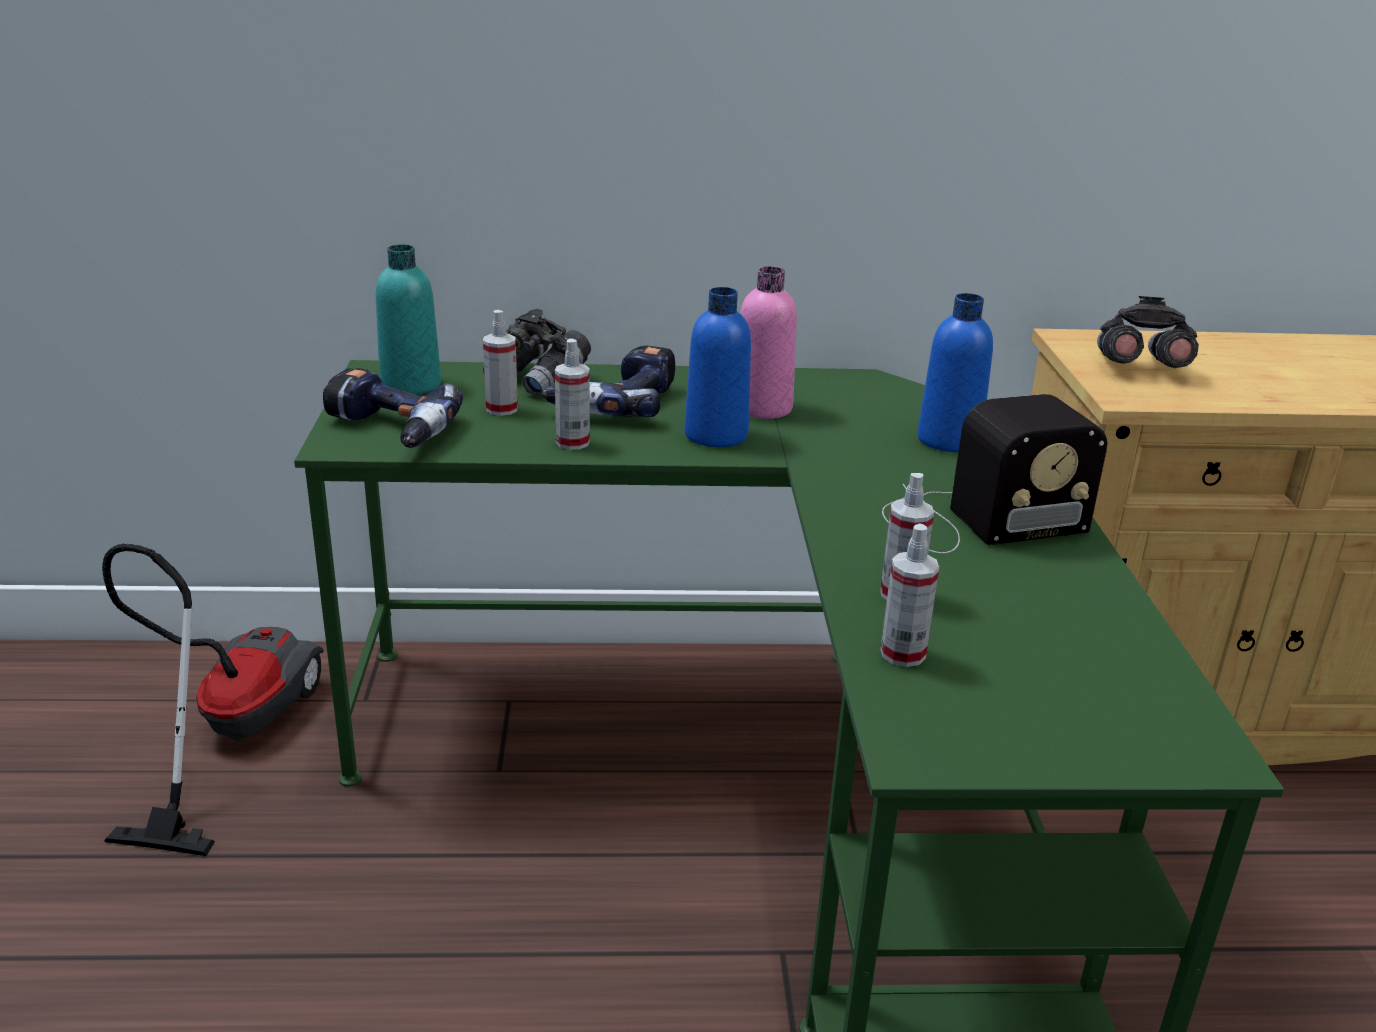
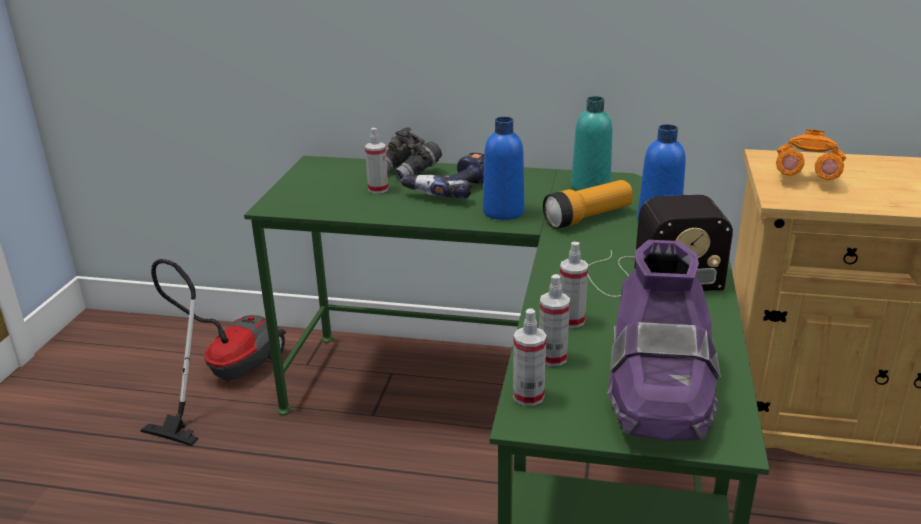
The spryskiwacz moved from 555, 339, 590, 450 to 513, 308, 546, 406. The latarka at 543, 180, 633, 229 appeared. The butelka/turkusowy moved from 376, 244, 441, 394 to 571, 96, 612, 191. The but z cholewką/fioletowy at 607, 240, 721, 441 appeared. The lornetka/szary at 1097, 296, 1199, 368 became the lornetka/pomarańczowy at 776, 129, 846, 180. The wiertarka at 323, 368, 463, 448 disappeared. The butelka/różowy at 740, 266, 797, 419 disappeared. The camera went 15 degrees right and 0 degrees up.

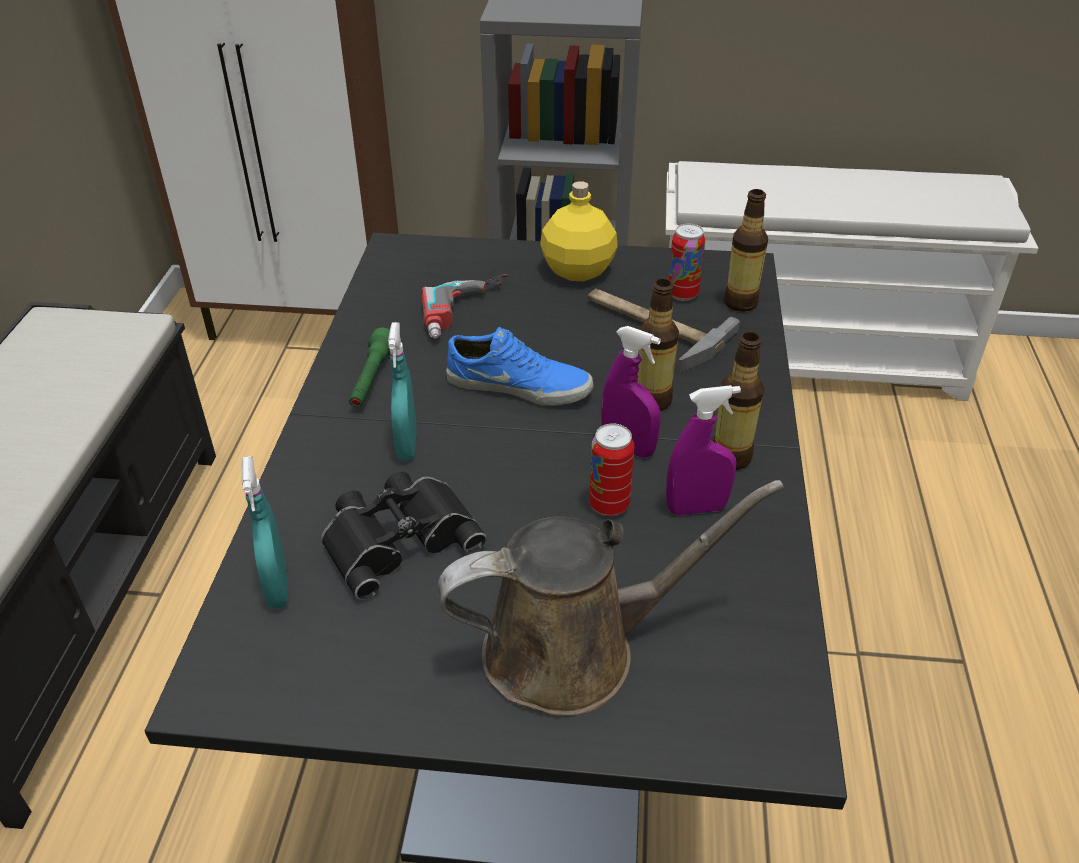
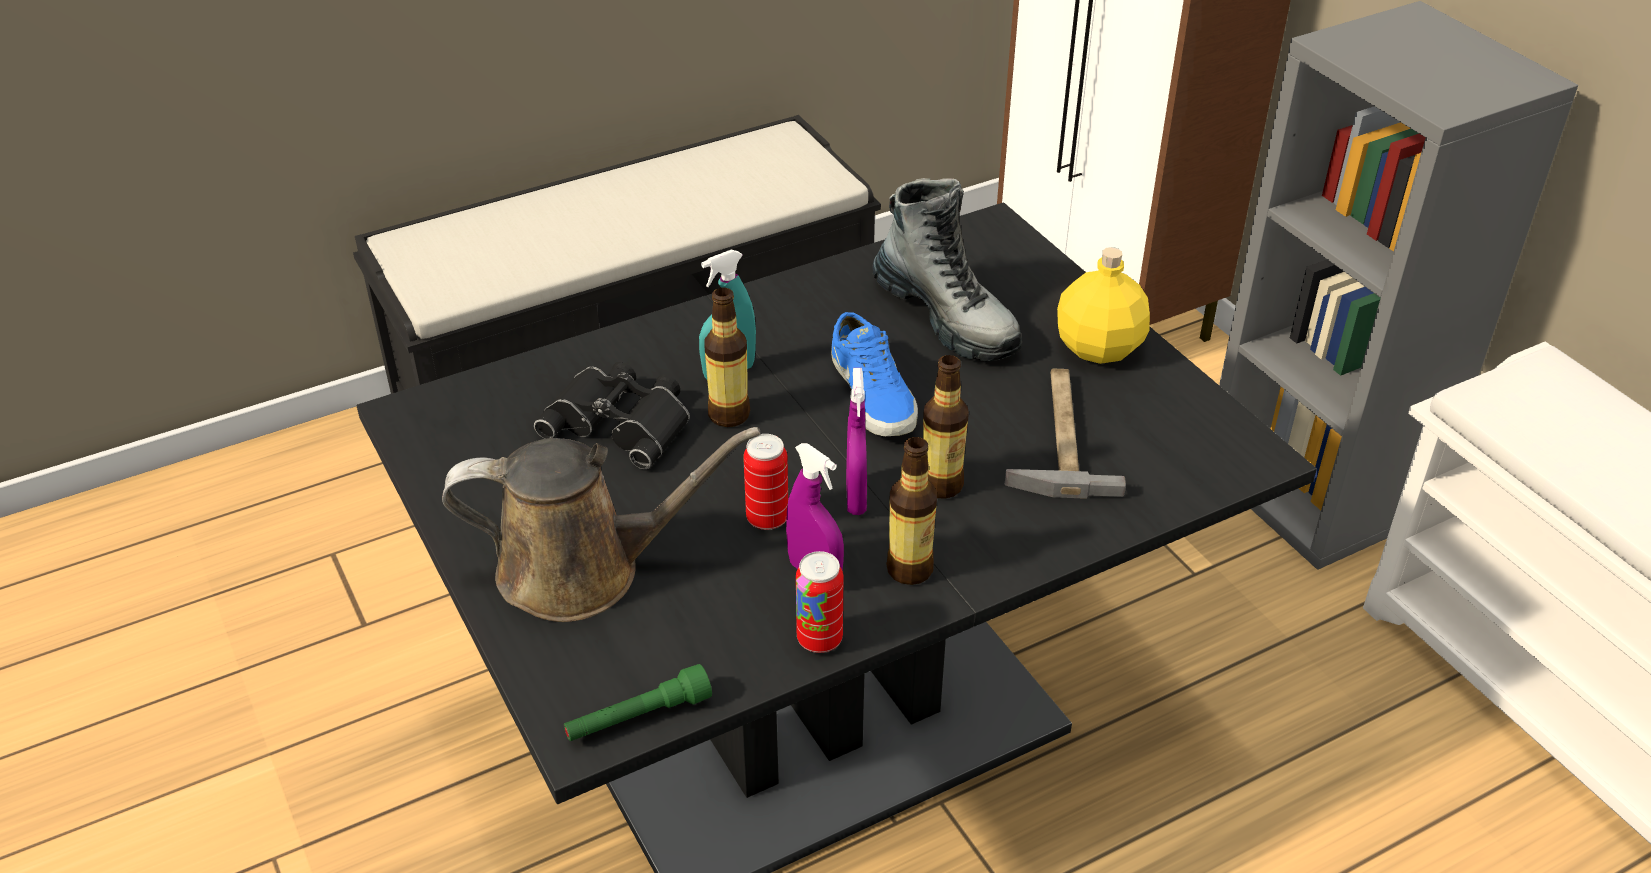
The konewka/brązowy at 438, 480, 784, 716 turned 45 degrees counterclockwise. The latarka/zielony moved from 349, 328, 390, 408 to 564, 664, 712, 741. The butelka moved from 724, 189, 768, 312 to 704, 287, 750, 427. The puszka moved from 668, 223, 705, 301 to 796, 551, 843, 653. The wiertarka at 421, 274, 509, 339 was replaced by the but z cholewką at 873, 178, 1022, 361. The spryskiwacz/turkusowy at 242, 456, 288, 609 disappeared. The camera went 55 degrees right and 0 degrees up.

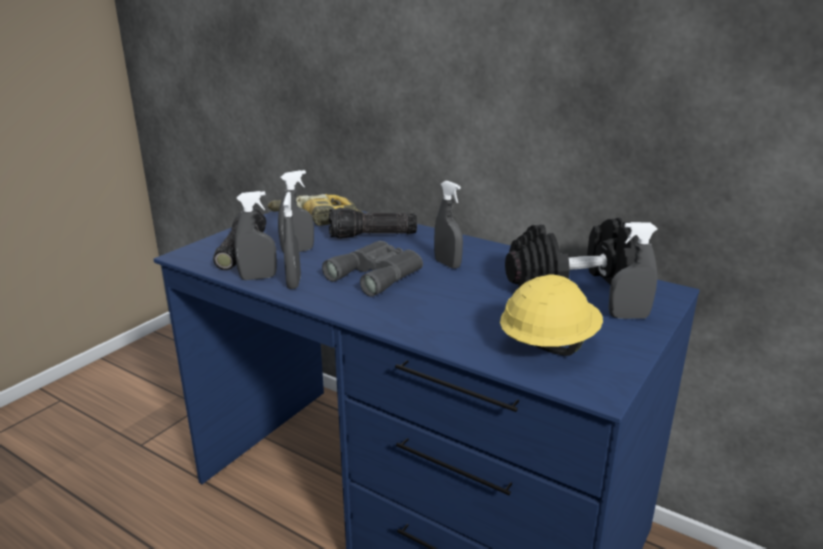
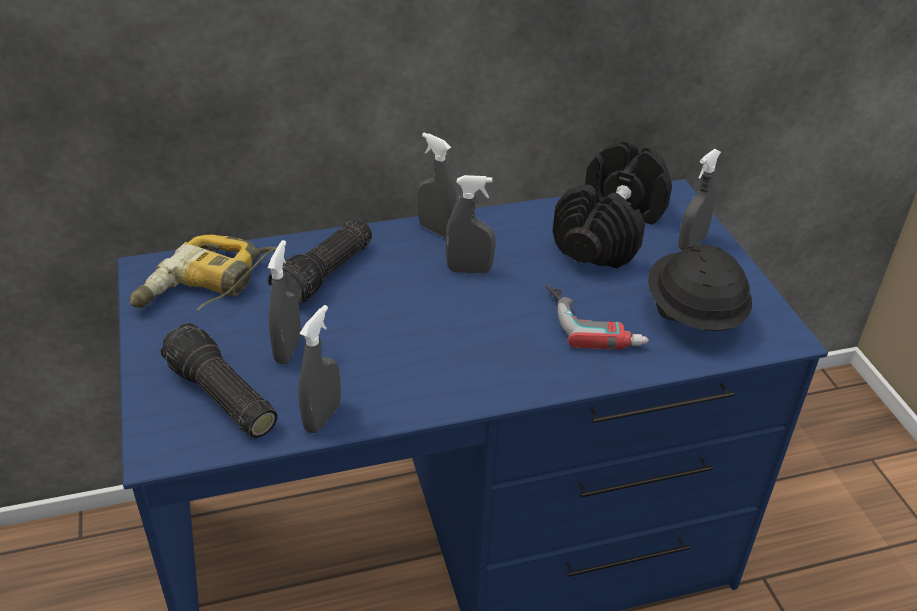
The spryskiwacz/szary moved from 283, 192, 301, 289 to 417, 132, 457, 237. The wiertarka at 546, 283, 649, 350 appeared. The kask/żółty at 500, 274, 603, 356 became the kask/czarny at 648, 244, 752, 331. The lornetka/szary at 322, 241, 423, 297 disappeared. The camera went 50 degrees left and 15 degrees up.

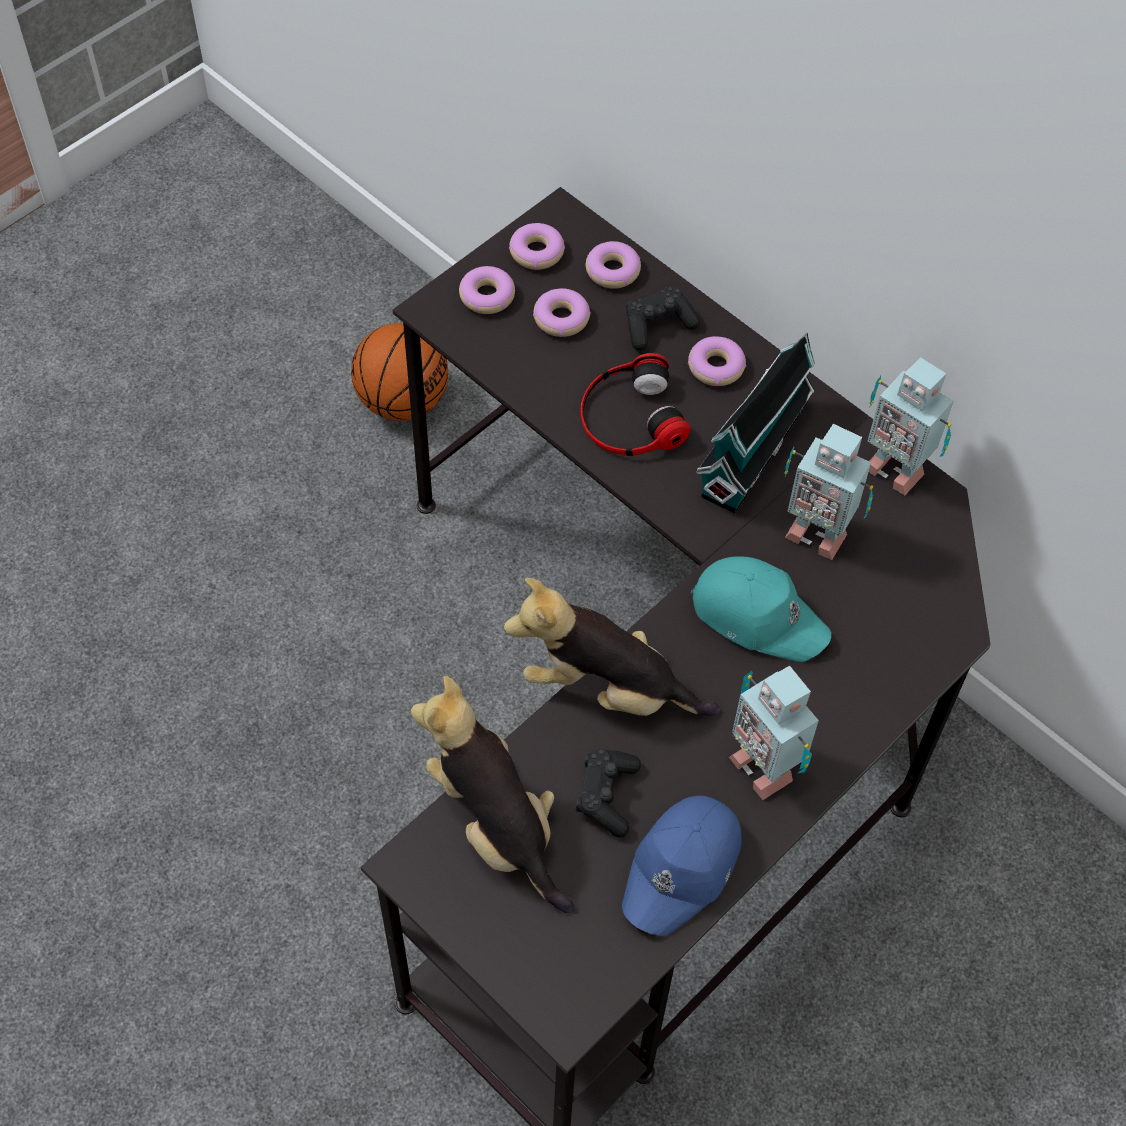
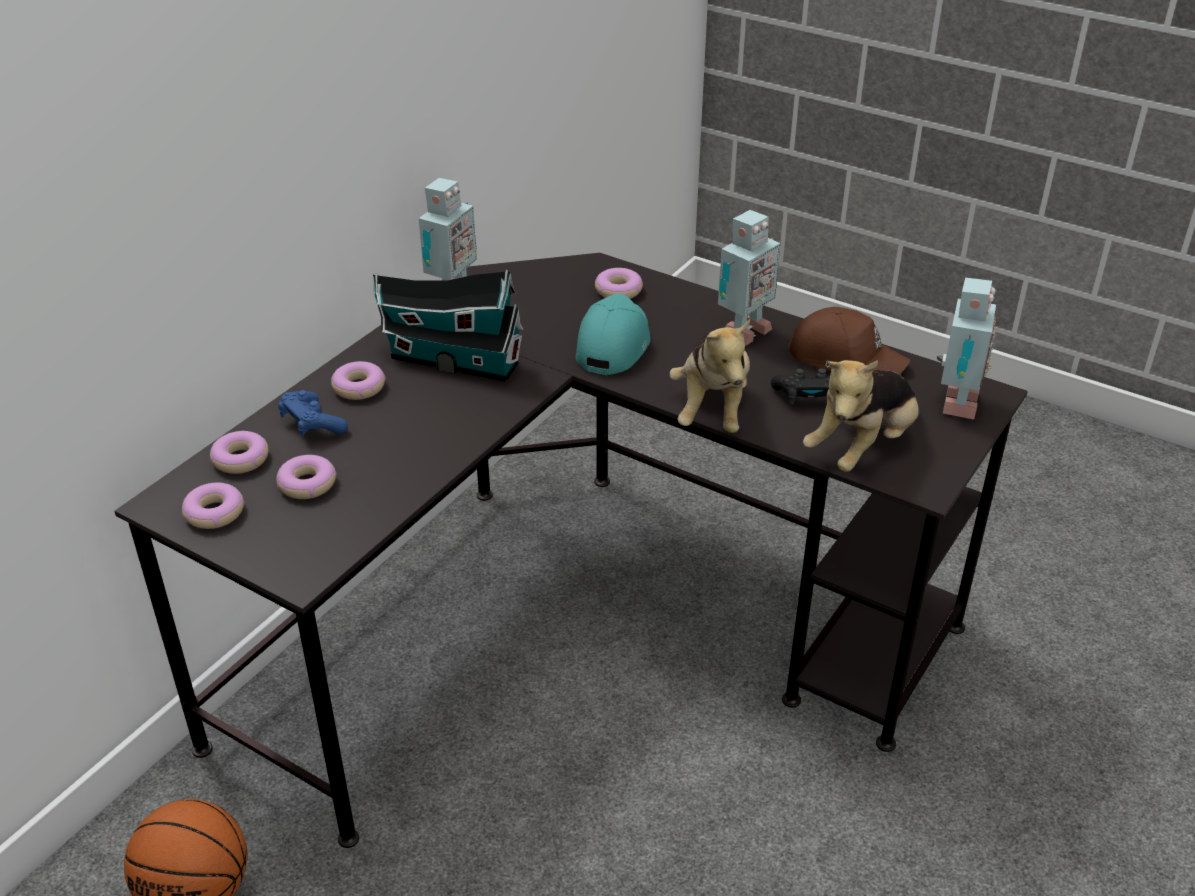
The pad do gier/czarny at 626, 287, 700, 351 became the pad do gier/niebieski at 278, 390, 348, 437. The donut moved from 459, 266, 515, 314 to 595, 268, 643, 299. The czapka z daszkiem/niebieski at 622, 796, 741, 935 became the czapka z daszkiem/brązowy at 788, 307, 910, 374. The robot zabawkowy moved from 784, 424, 873, 560 to 937, 278, 997, 419. The słuchawki at 580, 353, 690, 456 disappeared. The camera went 100 degrees left and 20 degrees down.

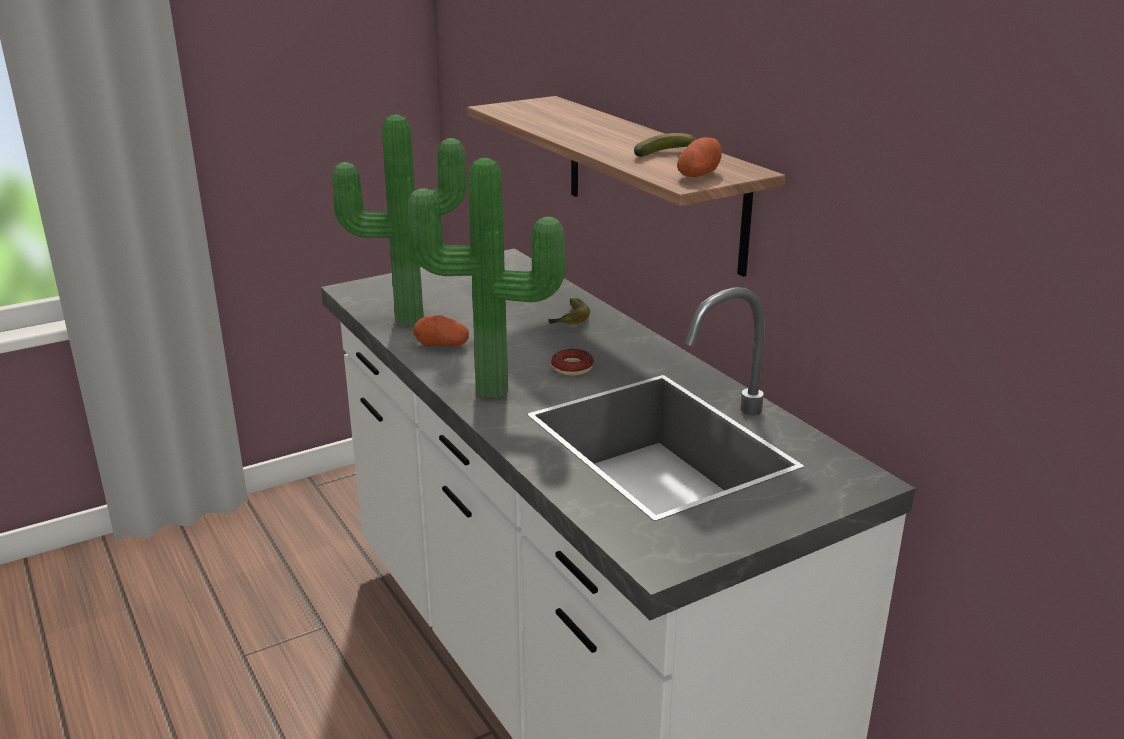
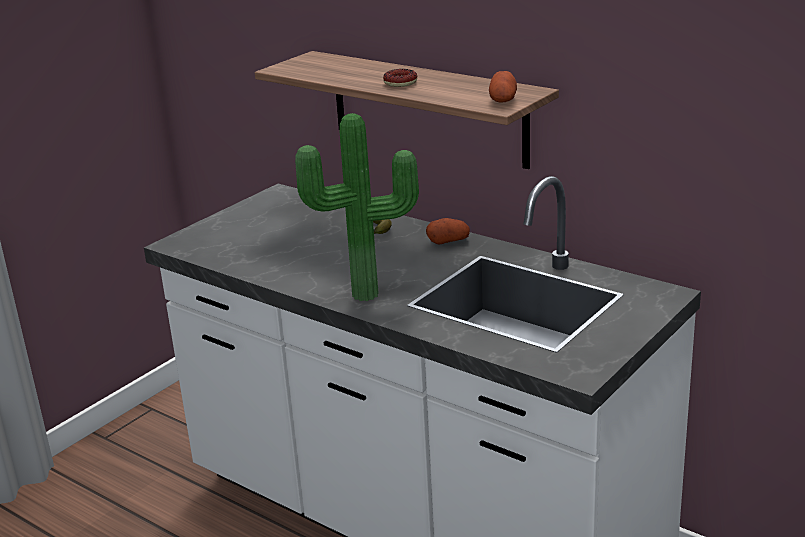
The donut moved from 551, 349, 594, 376 to 383, 69, 417, 87. The ziemniak moved from 413, 315, 469, 346 to 426, 218, 470, 245. The roślina doniczkowa at 332, 115, 467, 326 disappeared. The banan at 634, 133, 696, 157 disappeared. The camera went 20 degrees left and 0 degrees up.

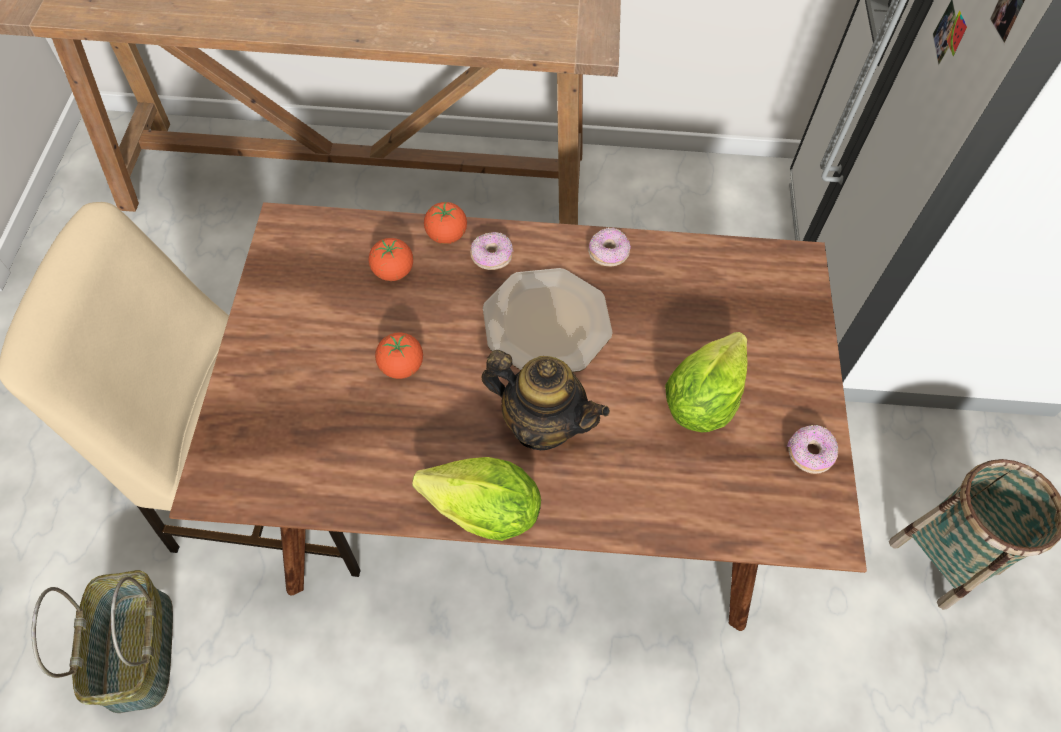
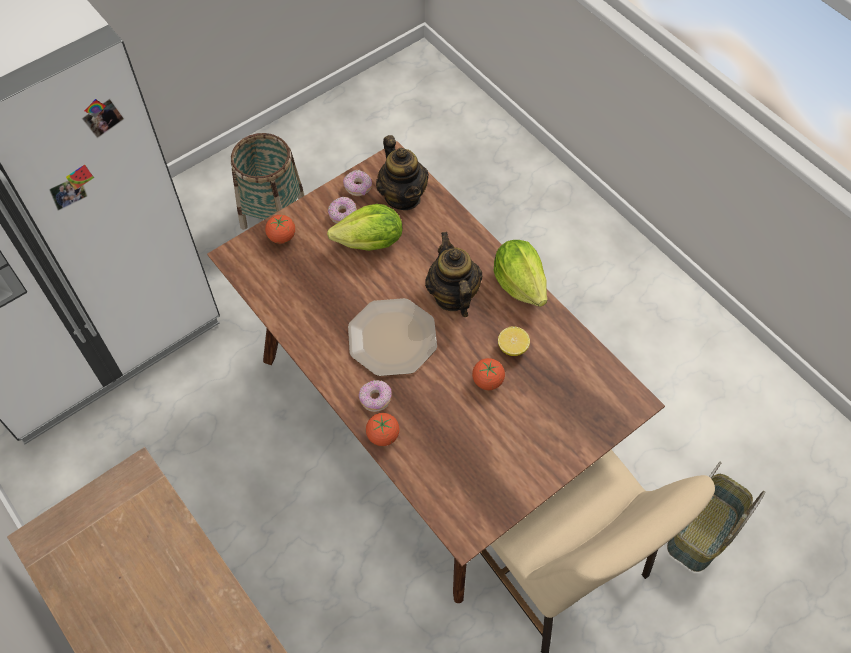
The pomidor moved from 369, 238, 413, 281 to 265, 215, 295, 244. The donut moved from 588, 227, 631, 267 to 328, 197, 357, 224. The imbryk at 376, 135, 429, 210 appeared. The cytryna at 498, 326, 530, 356 appeared. The camera went 130 degrees left and 0 degrees up.

